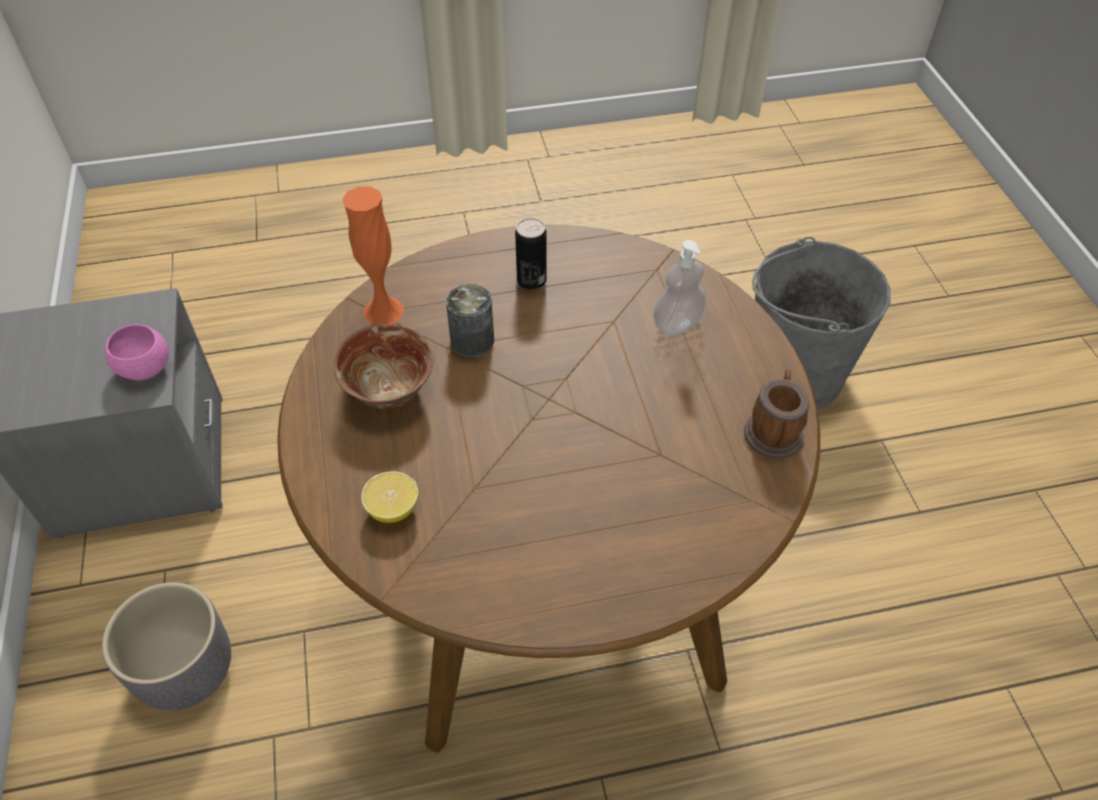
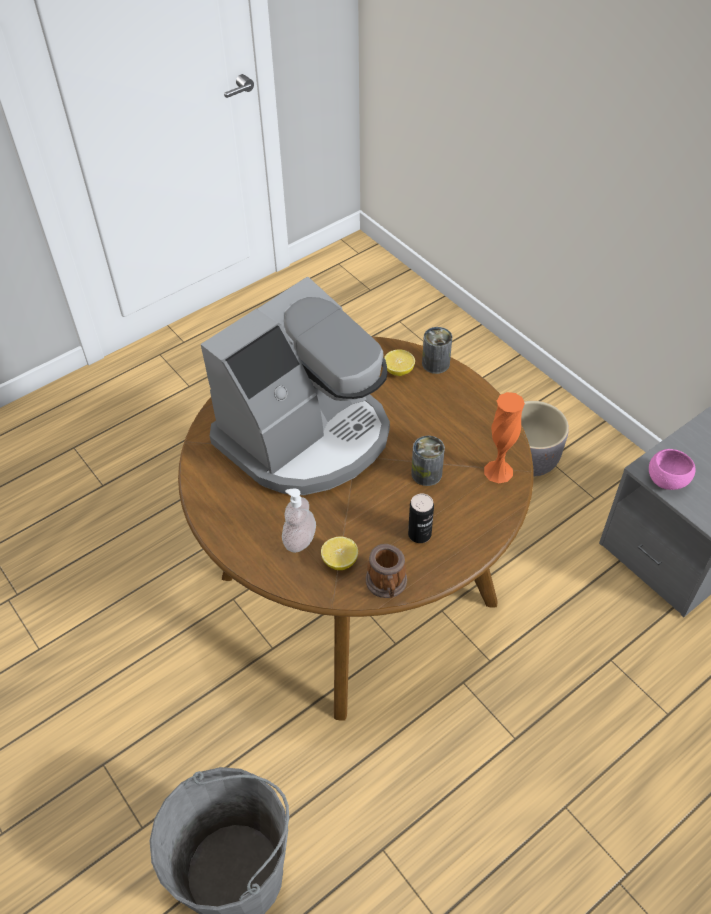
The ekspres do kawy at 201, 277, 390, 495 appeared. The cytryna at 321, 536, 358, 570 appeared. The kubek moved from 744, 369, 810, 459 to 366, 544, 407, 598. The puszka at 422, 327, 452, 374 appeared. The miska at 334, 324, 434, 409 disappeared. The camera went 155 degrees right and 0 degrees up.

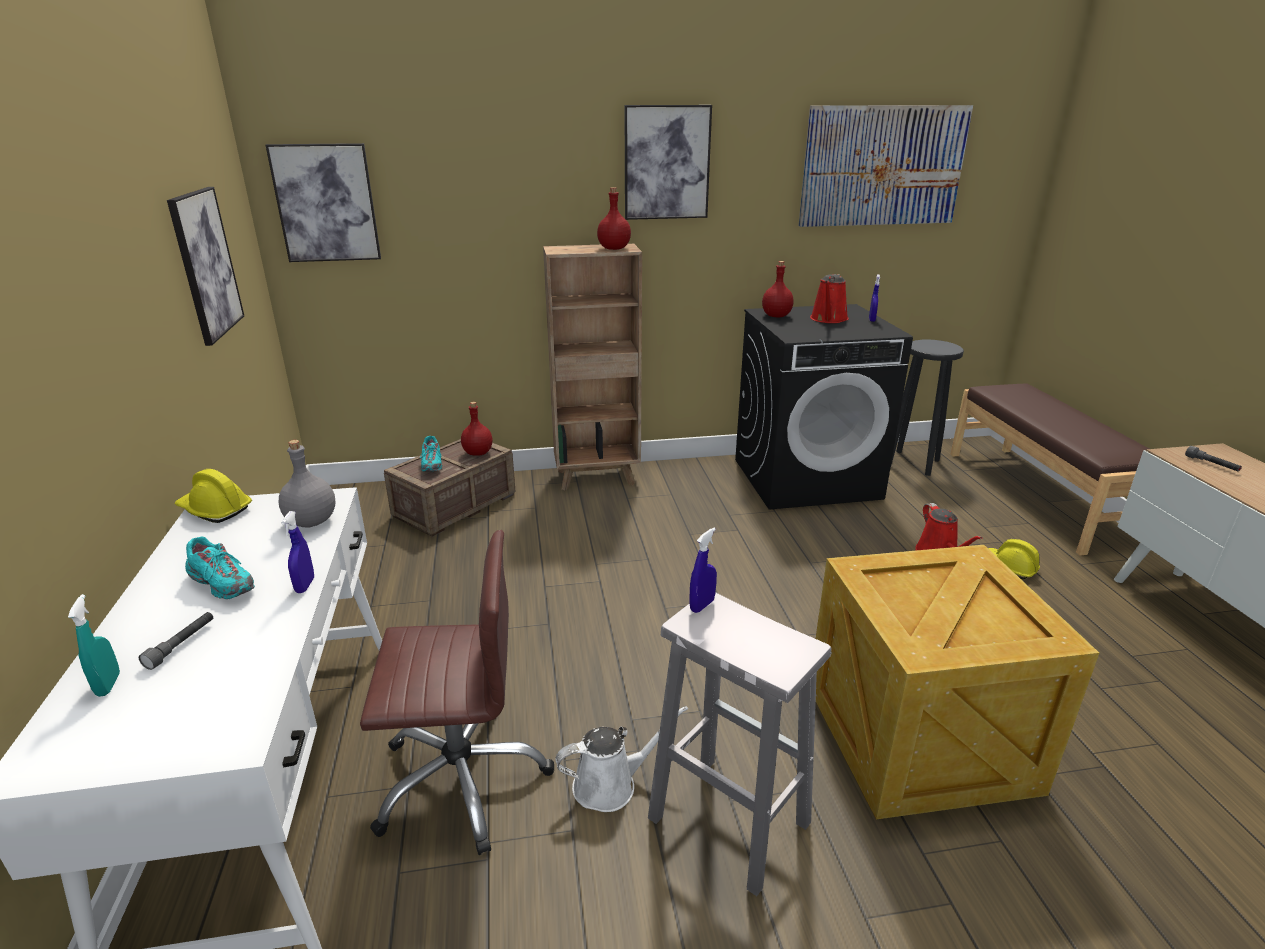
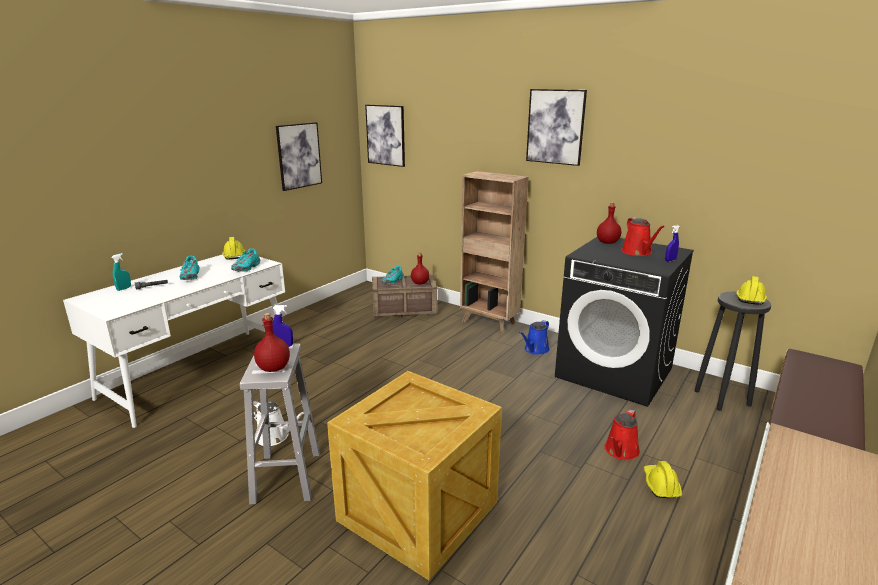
The butelka/szary at 279, 440, 335, 527 was replaced by the but/turkusowy at 231, 249, 260, 272. The butelka/czerwony moved from 597, 187, 631, 250 to 254, 313, 290, 372. The konewka/niebieski at 519, 320, 550, 355 appeared. The konewka/czerwony at 810, 274, 849, 323 turned 75 degrees counterclockwise. The kask/żółty at 736, 276, 767, 305 appeared. The spryskiwacz/niebieski at 281, 511, 314, 593 disappeared. The krzesło biurowe/brązowy at 360, 530, 554, 855 disappeared. The obraz at 798, 105, 973, 227 disappeared. The latarka/szary at 1185, 446, 1242, 471 disappeared. The camera went 45 degrees right and 5 degrees down.

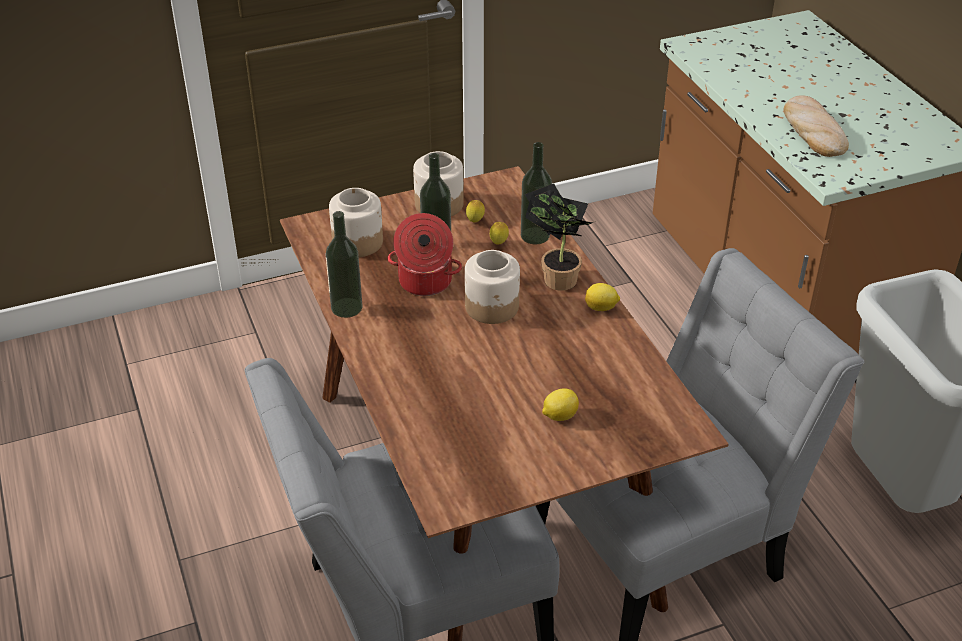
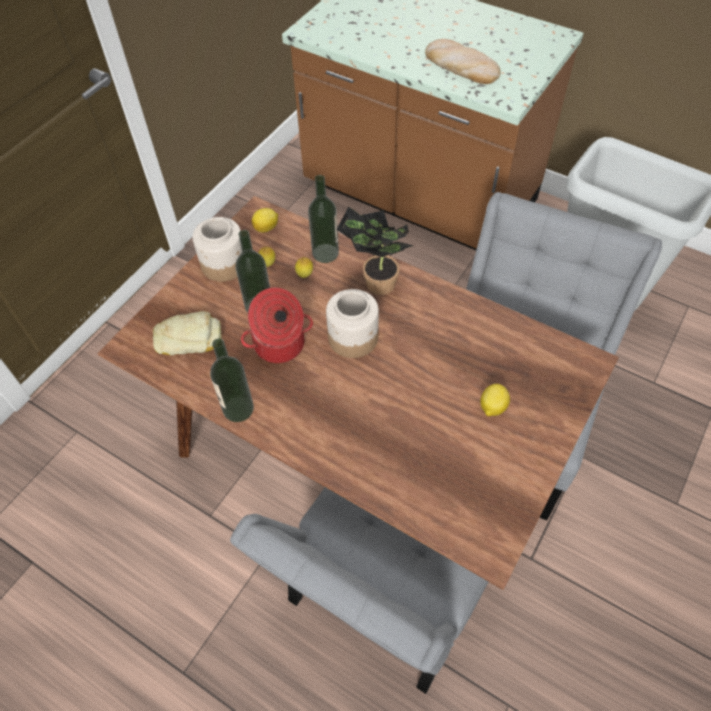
The słoik at 329, 188, 383, 257 was replaced by the chleb at 153, 311, 222, 356. The cytryna moved from 585, 283, 620, 311 to 252, 208, 278, 232. The camera went 35 degrees left and 15 degrees up.

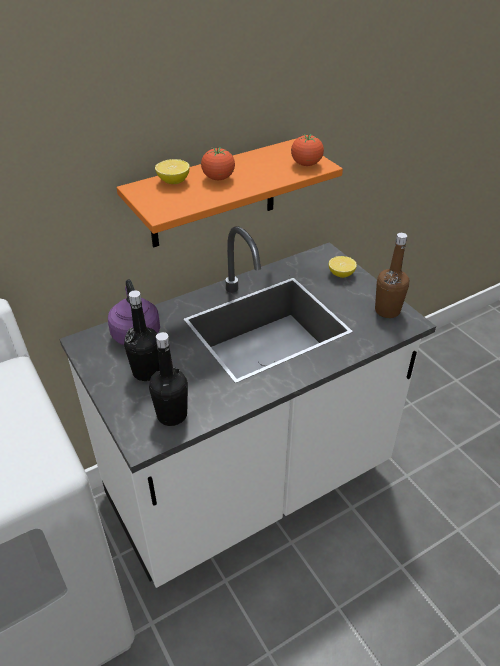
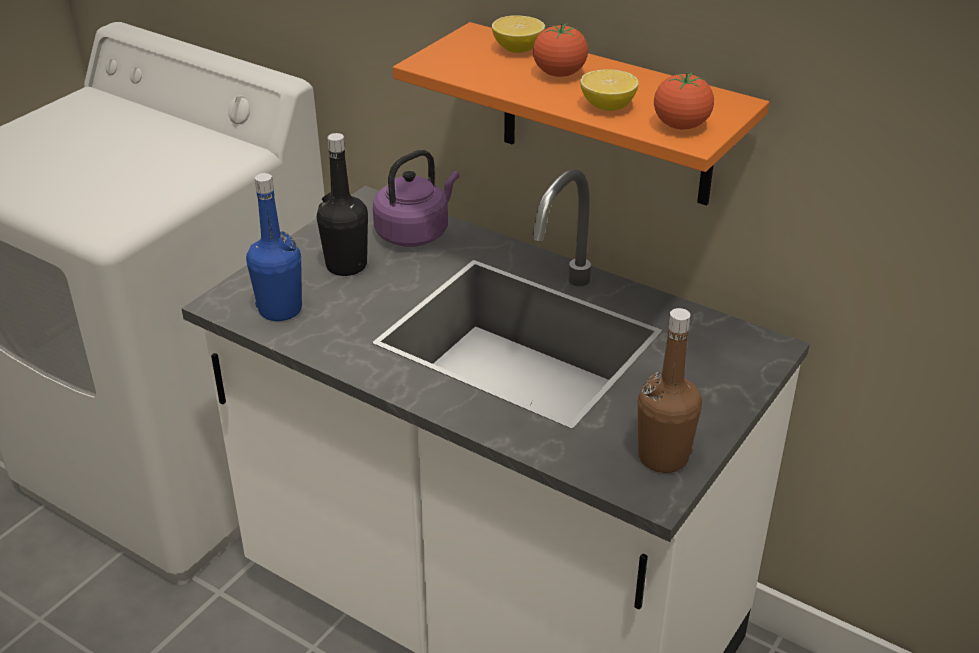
The butelka/czarny at 149, 332, 188, 426 became the butelka/niebieski at 246, 173, 302, 321. The cytryna moved from 329, 256, 357, 278 to 580, 69, 639, 111. The camera went 65 degrees right and 5 degrees down.

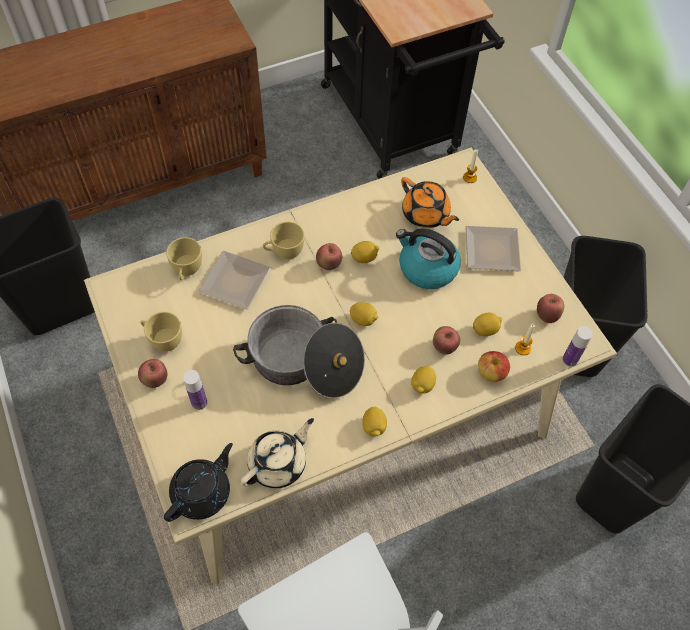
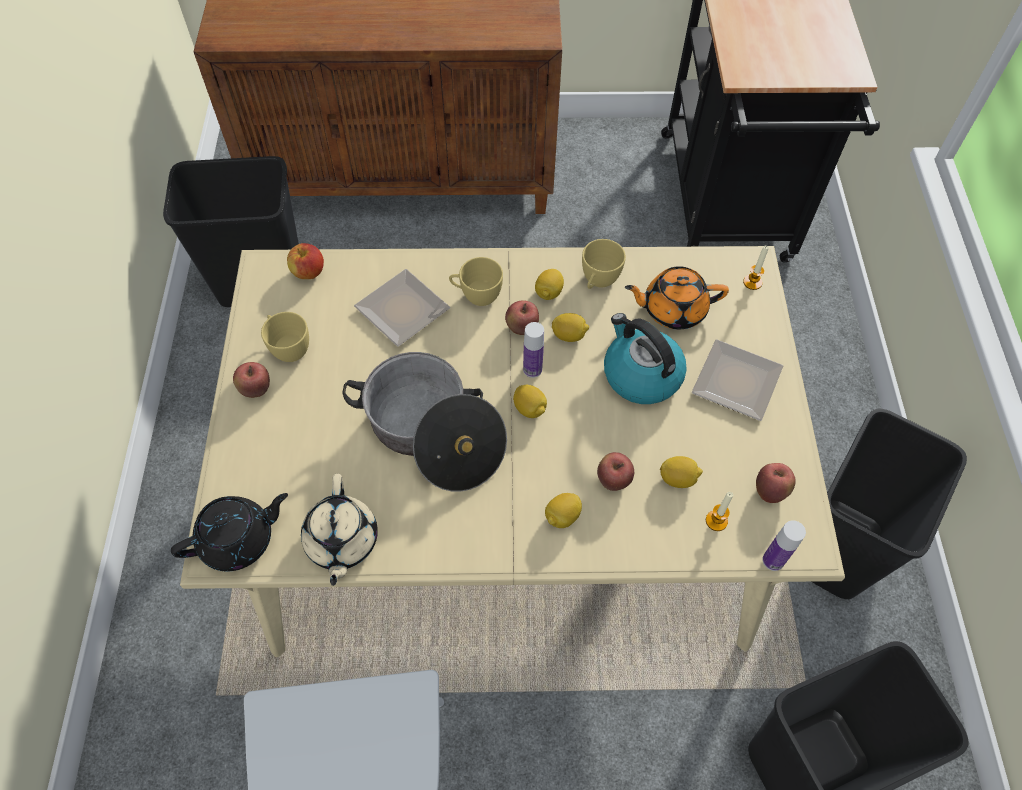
The jabłko moved from 478, 351, 510, 382 to 287, 243, 324, 279. The imbryk/beżowy at 240, 418, 314, 488 turned 105 degrees clockwise. The butelka moved from 183, 370, 207, 410 to 523, 322, 544, 378. The cytryna moved from 362, 406, 387, 436 to 535, 269, 564, 300. The filiżanka/żółty moved from 166, 237, 202, 280 to 582, 239, 626, 289. The imbryk/pomarańczowy at 401, 177, 459, 228 turned 105 degrees clockwise. The camera went 25 degrees right and 0 degrees up.

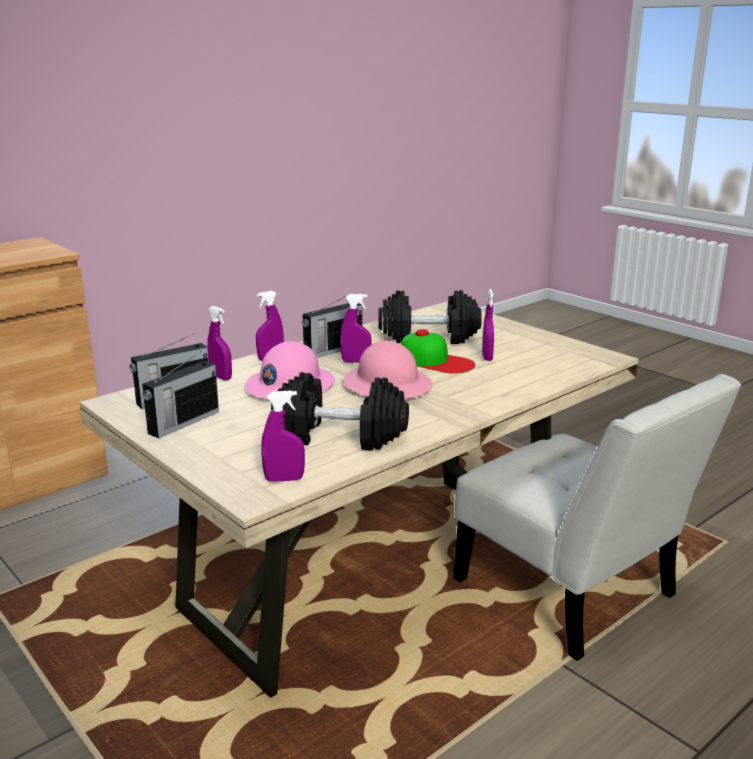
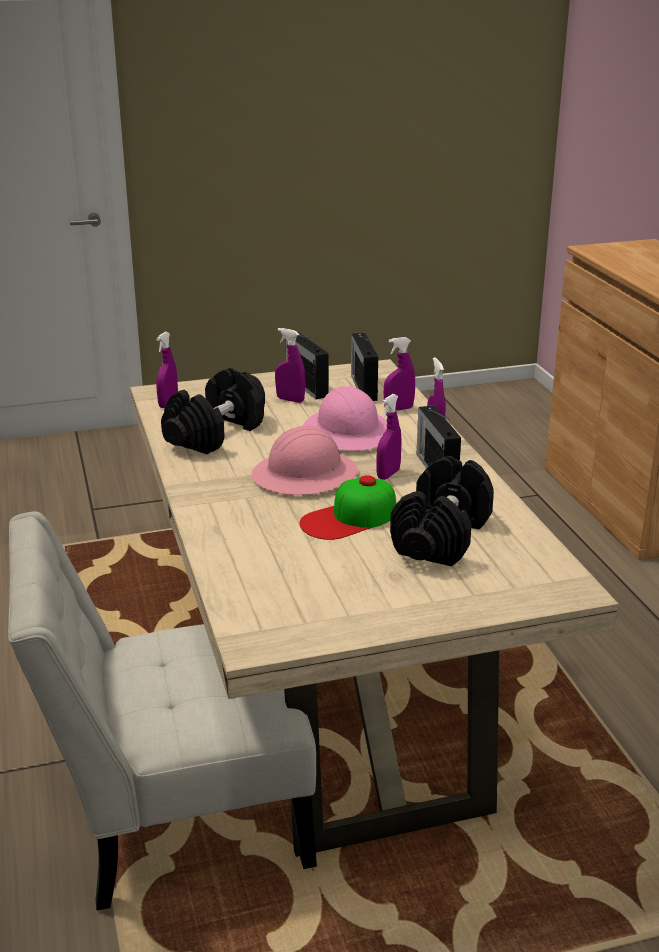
The spryskiwacz/fioletowy moved from 482, 289, 494, 361 to 275, 328, 306, 403. The camera went 115 degrees right and 5 degrees up.

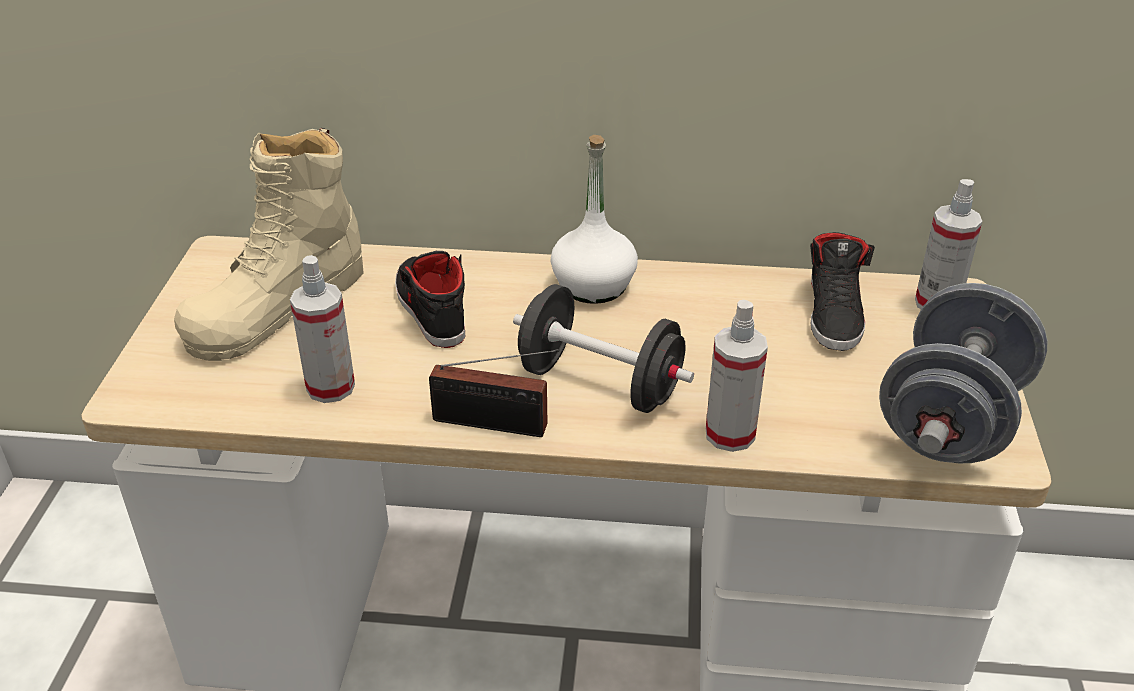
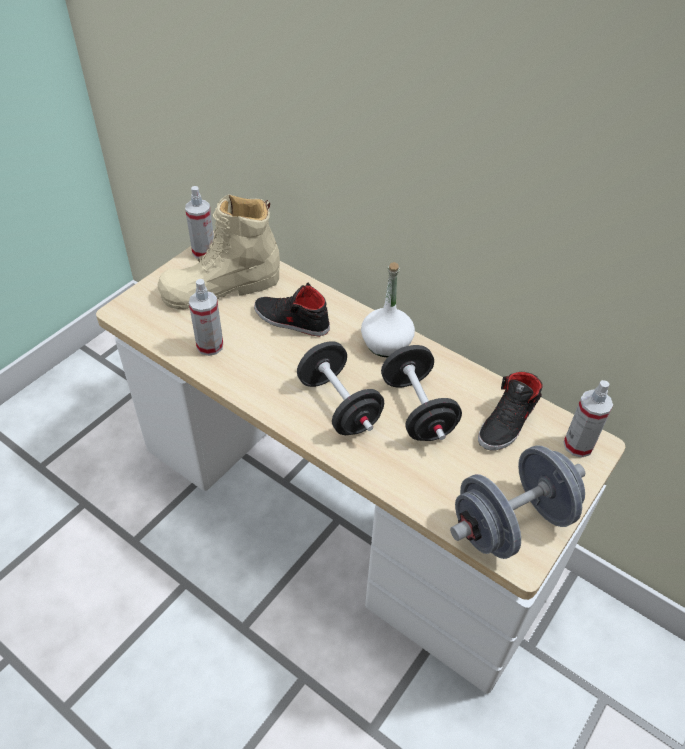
The spryskiwacz moved from 706, 300, 768, 452 to 185, 186, 214, 259. The but/czarny at 395, 251, 465, 348 turned 75 degrees counterclockwise. The hantel/czarny at 381, 345, 462, 441 appeared. The radio at 429, 349, 560, 437 disappeared. The camera went 30 degrees right and 10 degrees up.

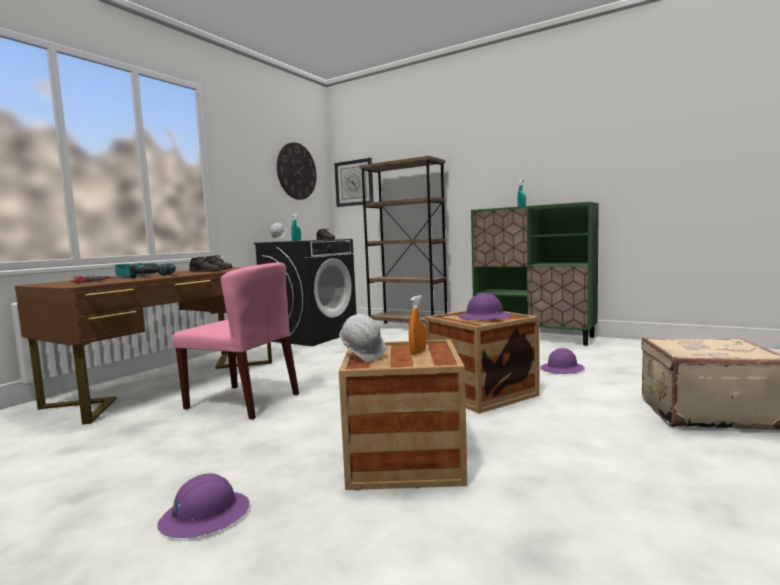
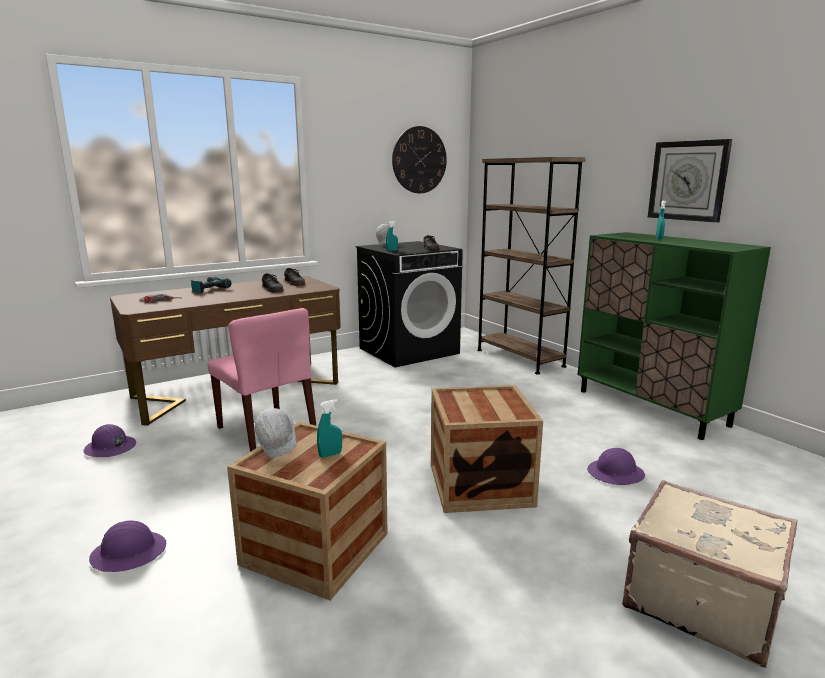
The kask/fioletowy moved from 459, 293, 512, 321 to 83, 424, 136, 457. The spryskiwacz/pomarańczowy at 409, 295, 426, 355 became the spryskiwacz/turkusowy at 317, 399, 342, 458. The zegar ścienny moved from 334, 158, 374, 207 to 648, 139, 732, 223. The wiertarka at 130, 263, 176, 278 disappeared. The camera went 25 degrees right and 10 degrees up.

